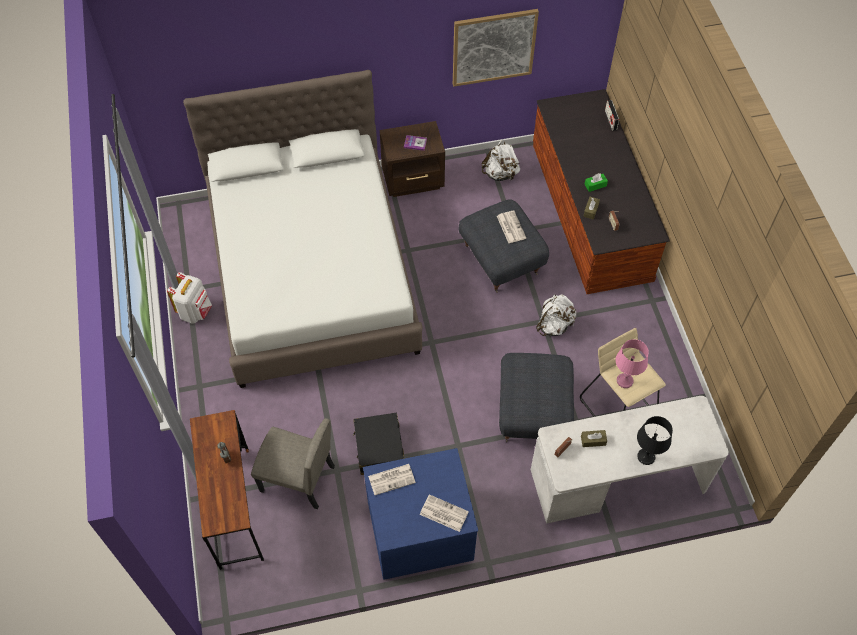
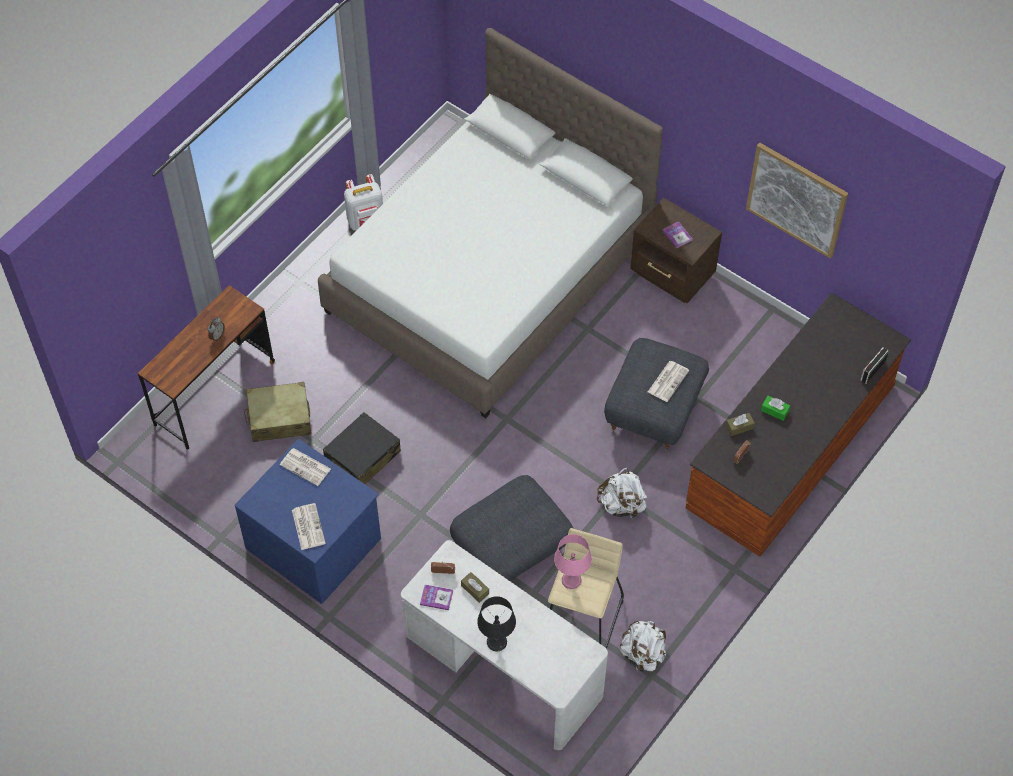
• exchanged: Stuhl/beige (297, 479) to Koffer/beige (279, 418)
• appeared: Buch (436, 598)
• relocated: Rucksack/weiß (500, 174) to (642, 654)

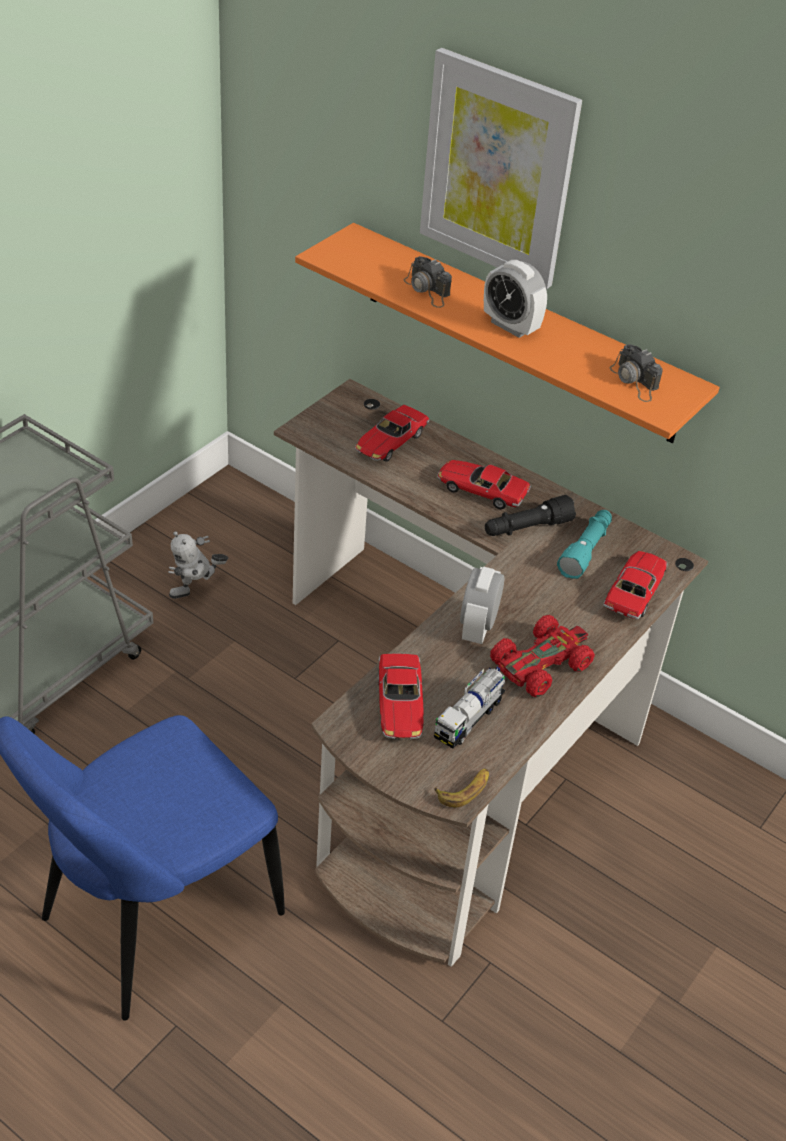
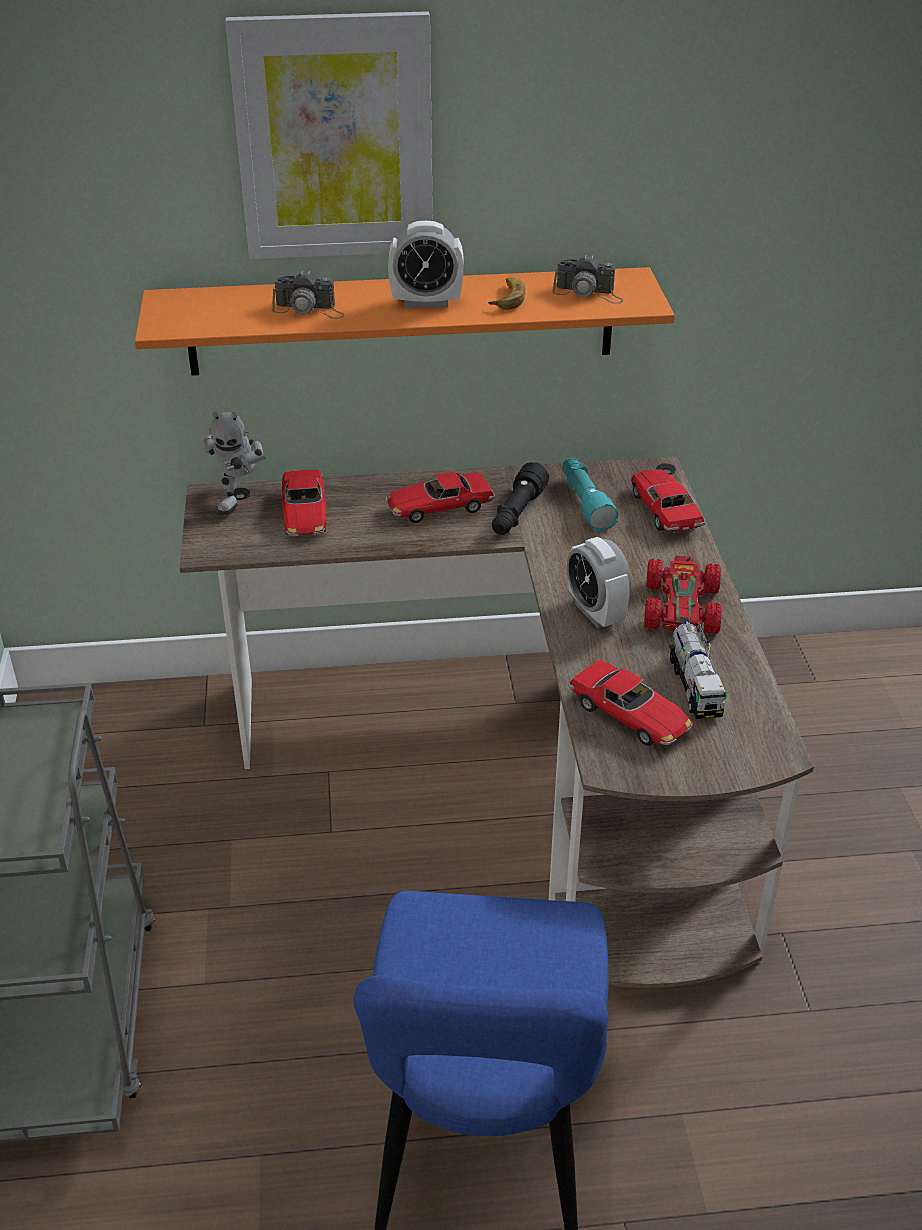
• relocated: Spielzeugroboter (196, 592) to (241, 499)
• relocated: Banane (464, 790) to (508, 298)

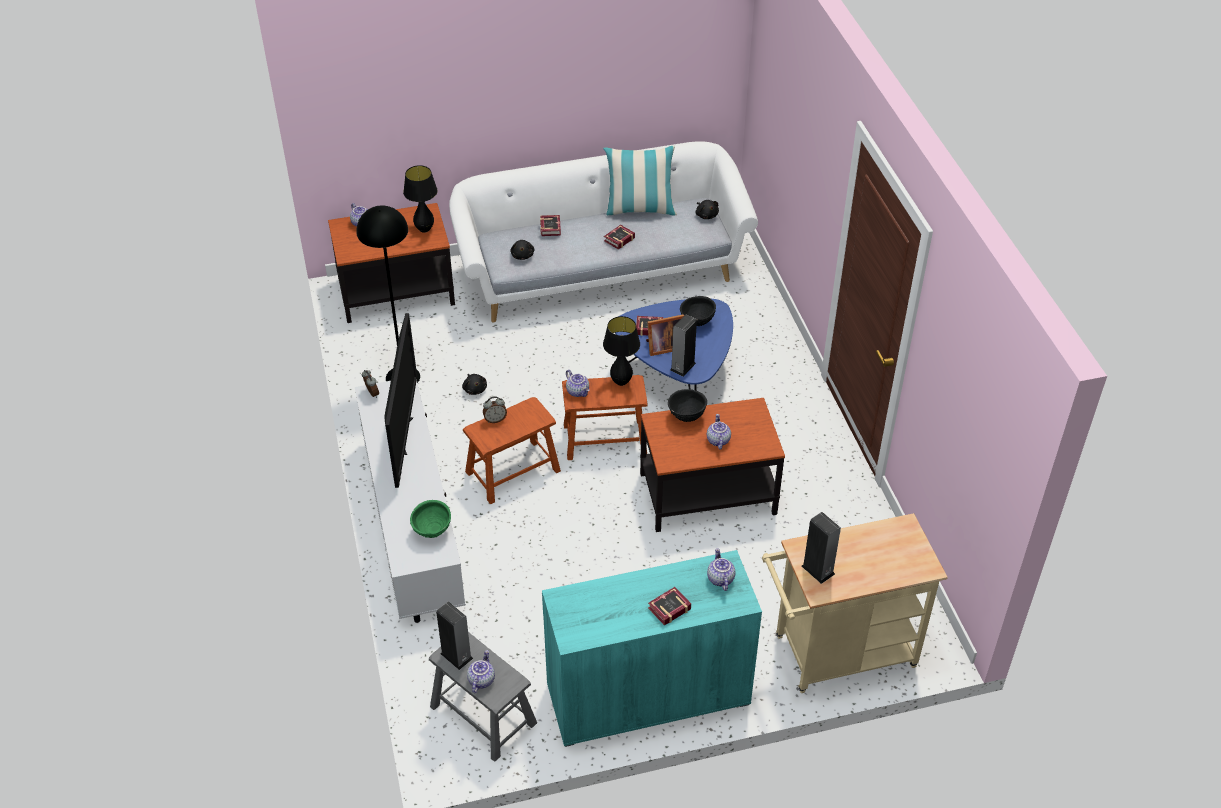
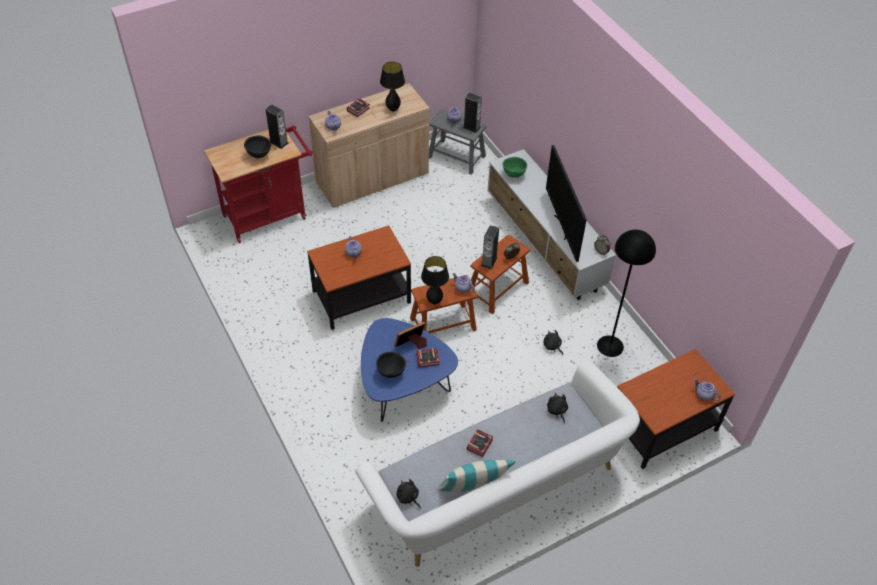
• colour: Rollwagen/beige (836, 654) to Rollwagen/rot (269, 215)
• relocated: Schüssel/schwarz (686, 417) to (259, 155)
• colour: Schrank/türkis (648, 694) to Schrank/beige (372, 179)
• relocated: Tischlampe/schwarz (424, 229) to (393, 109)
• relocated: Lautsprecher (682, 366) to (489, 261)
• missing: Buch (551, 227)

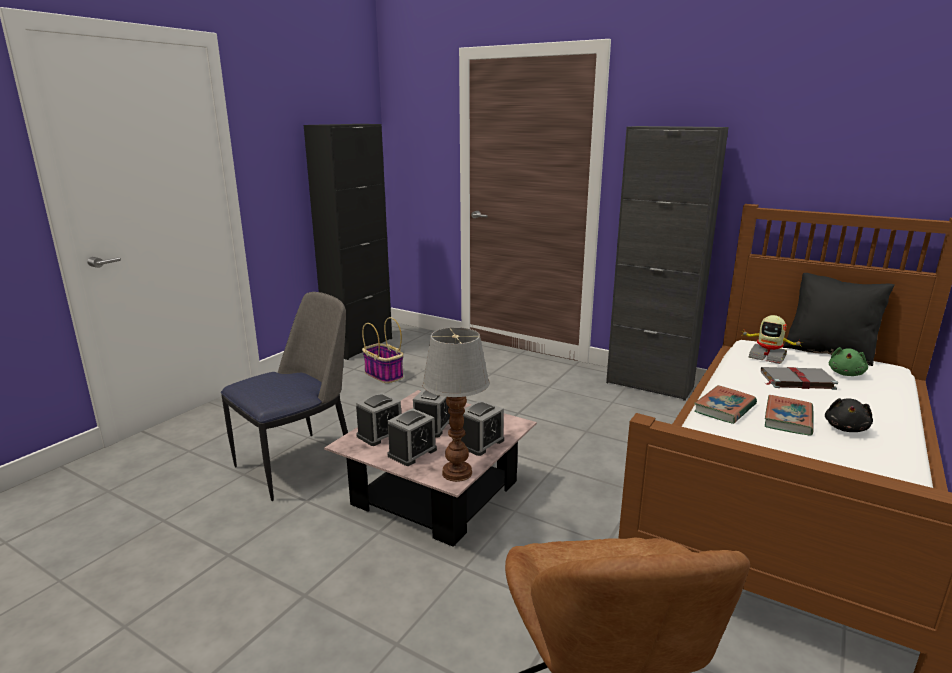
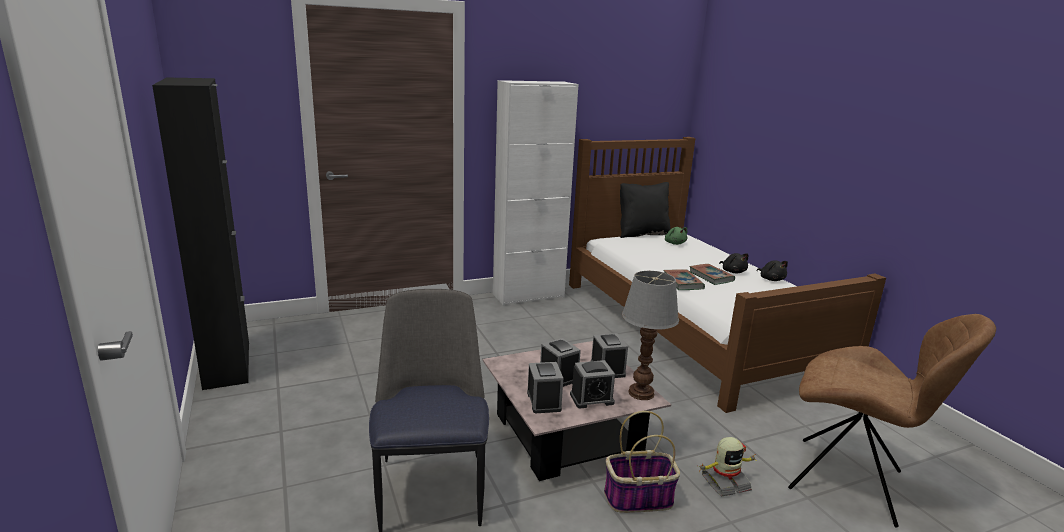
• colour: Schrank/schwarz (649, 385) to Schrank/weiß (528, 295)
• spun: Wecker (412, 452) = (591, 399) 90 degrees clockwise
• relocated: Korb (383, 374) to (637, 499)
• relocated: Spielzeugroboter (767, 357) to (724, 482)
• appeared: Plüschtier/schwarz (771, 279)
• missing: Buch/grau (796, 380)

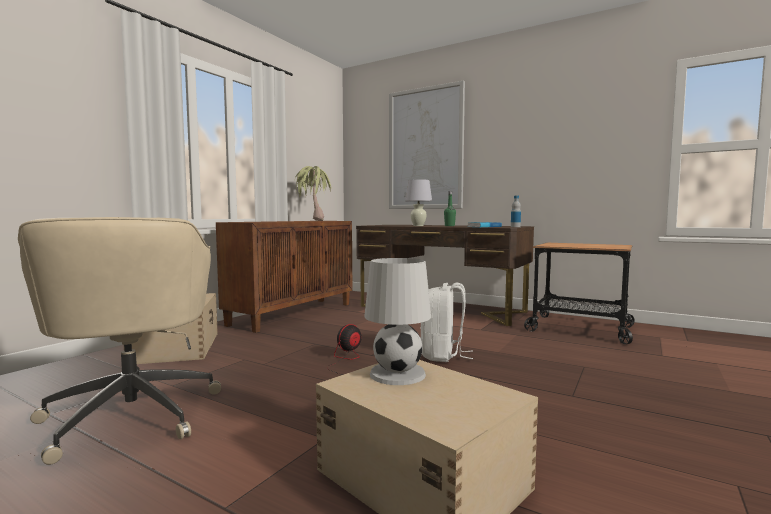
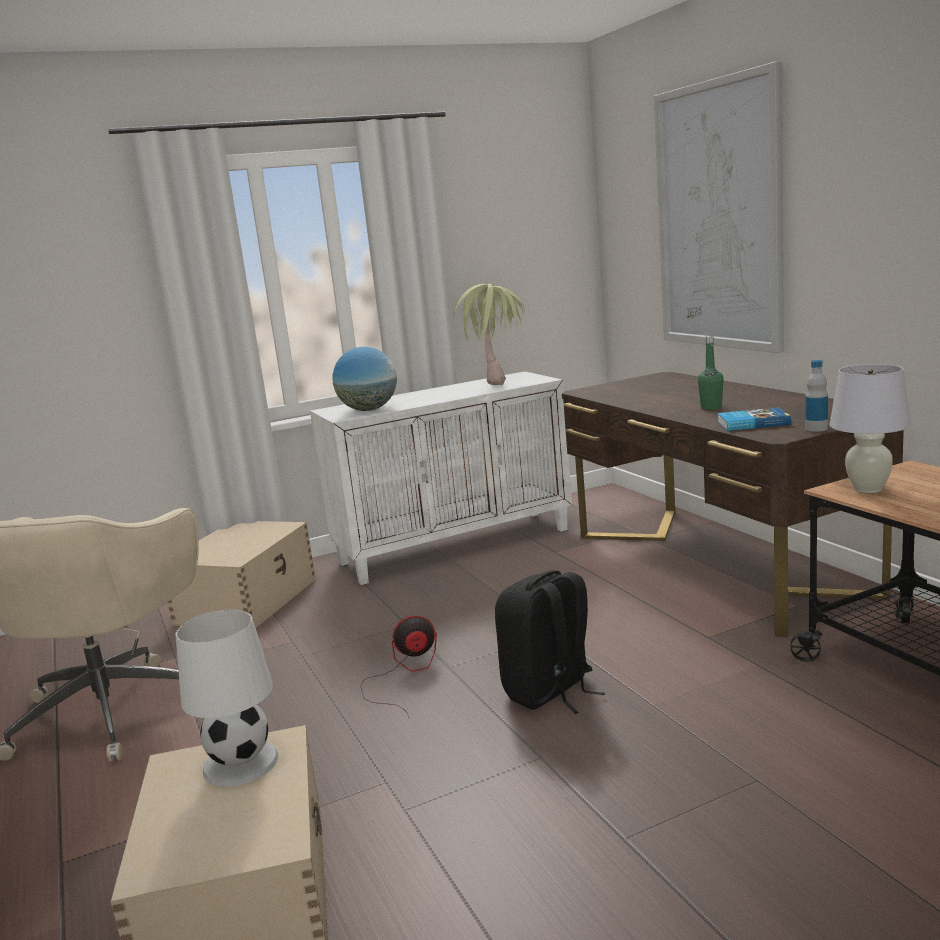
• colour: Schrank/braun (293, 314) to Schrank/weiß (455, 545)
• appeared: Globus (369, 410)
• colour: Rucksack/weiß (442, 355) to Rucksack/schwarz (550, 692)
• relocated: Tischlampe/weiß (418, 226) to (867, 489)

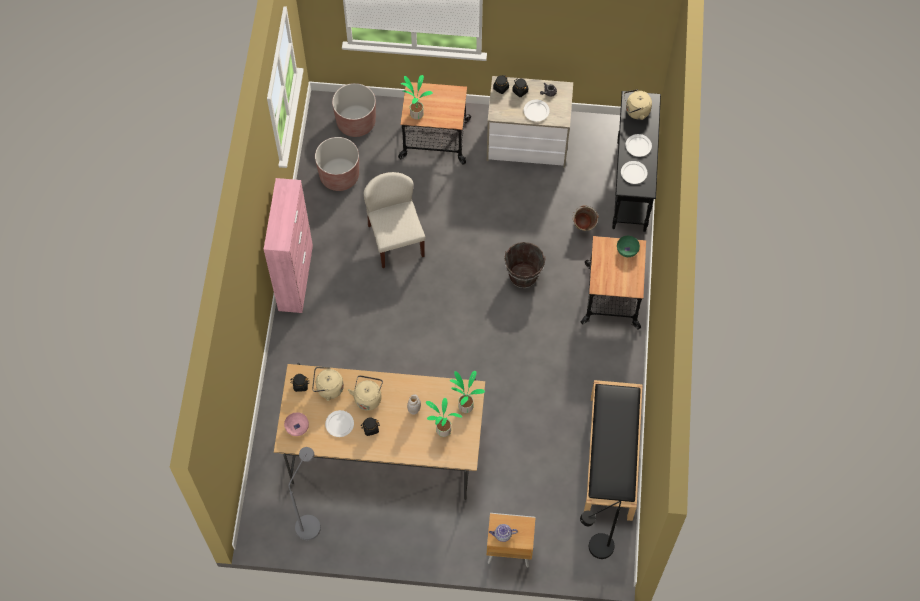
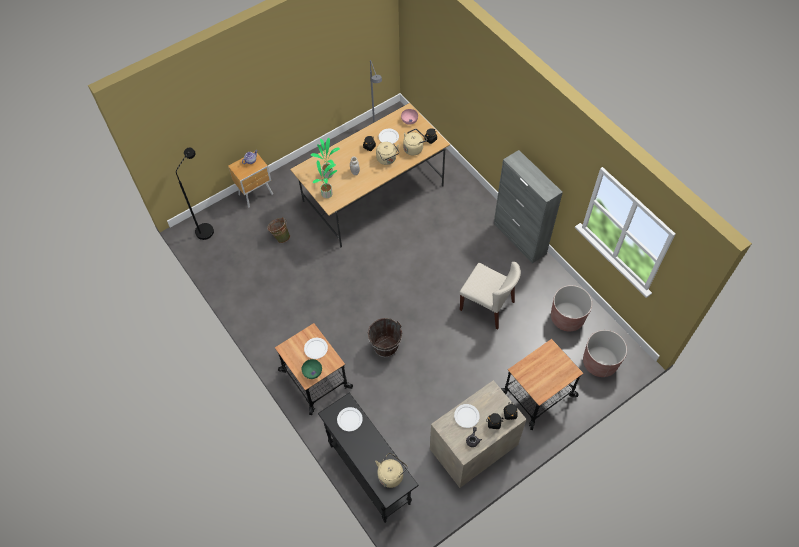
• relocated: Eimer/grün (583, 228) to (280, 237)
• relocated: Teller/weiß (638, 146) to (315, 349)
• colour: Schrank/rosa (296, 277) to Schrank/grau (519, 238)
• missing: Topfpflanze (416, 113)
• missing: Bank/schwarz (611, 458)

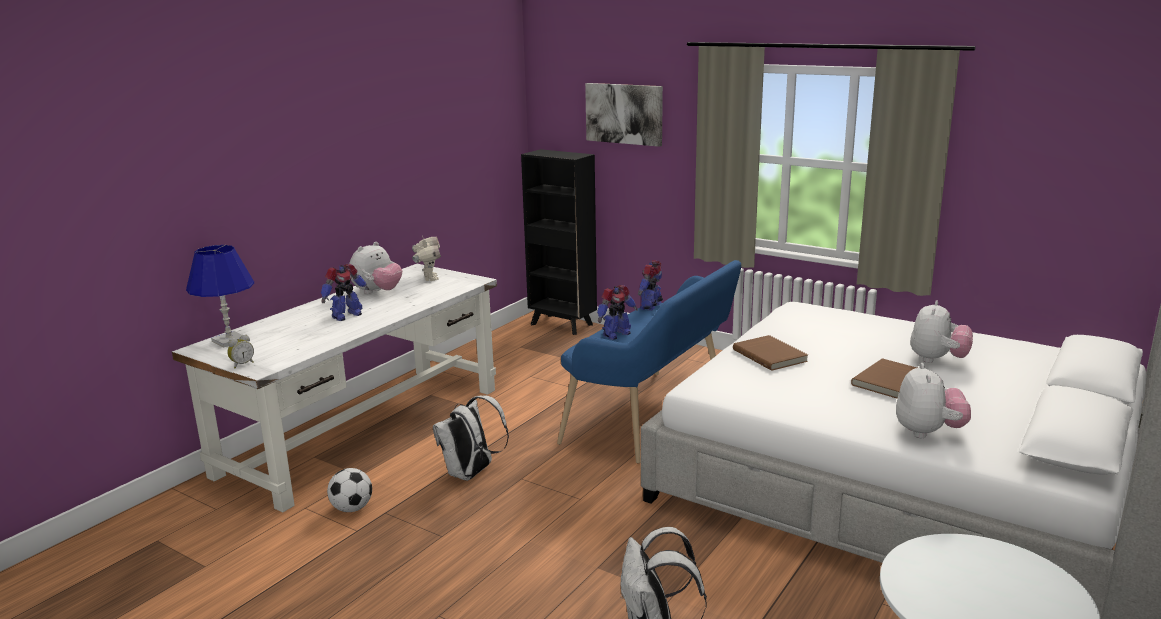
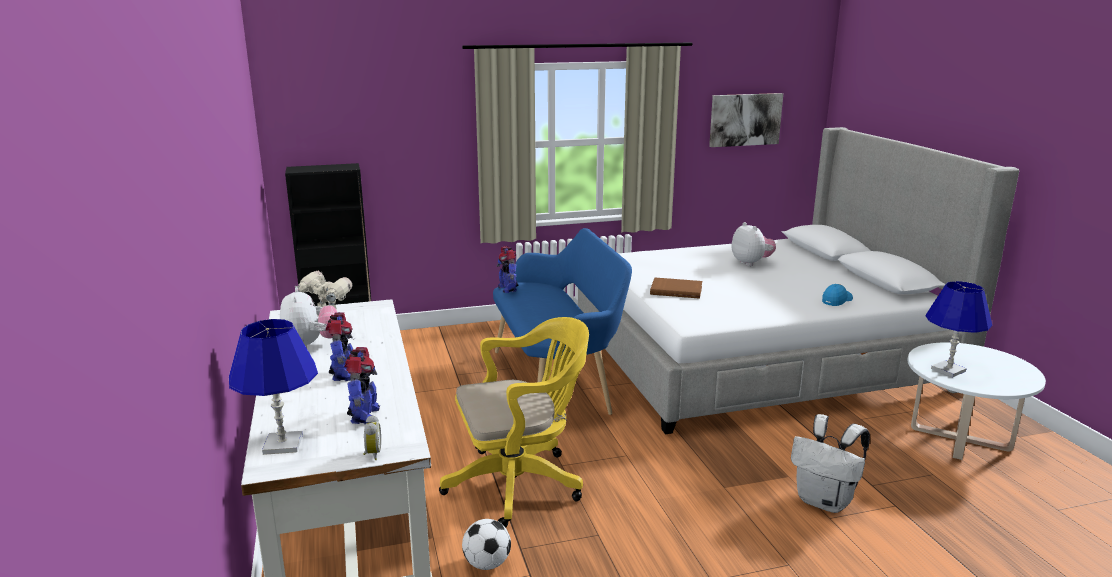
• relocated: Spielzeugroboter (615, 334) to (364, 415)
• exchanged: Rucksack/weiß (471, 474) to Bürostuhl/gelb (520, 483)
• relocated: Bild (624, 113) to (745, 119)
• exchanged: Plüschtier (928, 432) to Kappe/blau (836, 300)
• appeared: Tischlampe/blau (948, 370)
• missing: Buch/braun (890, 381)

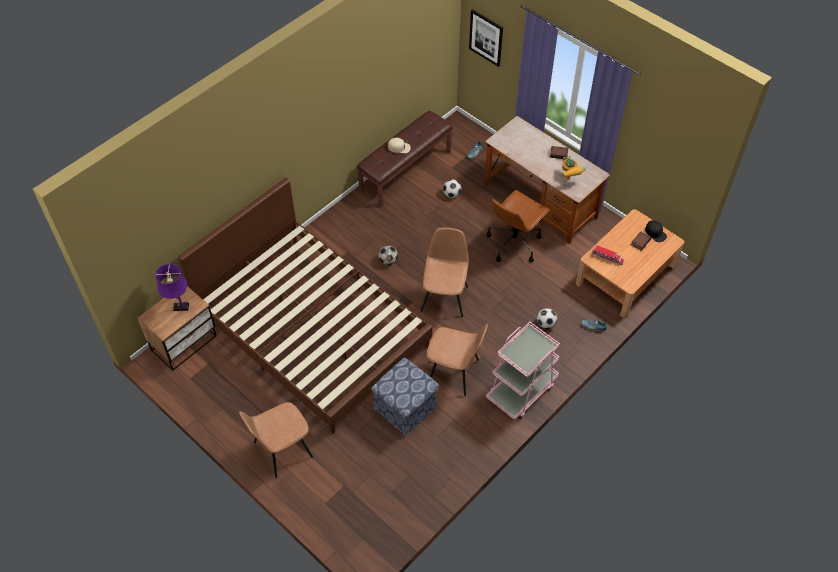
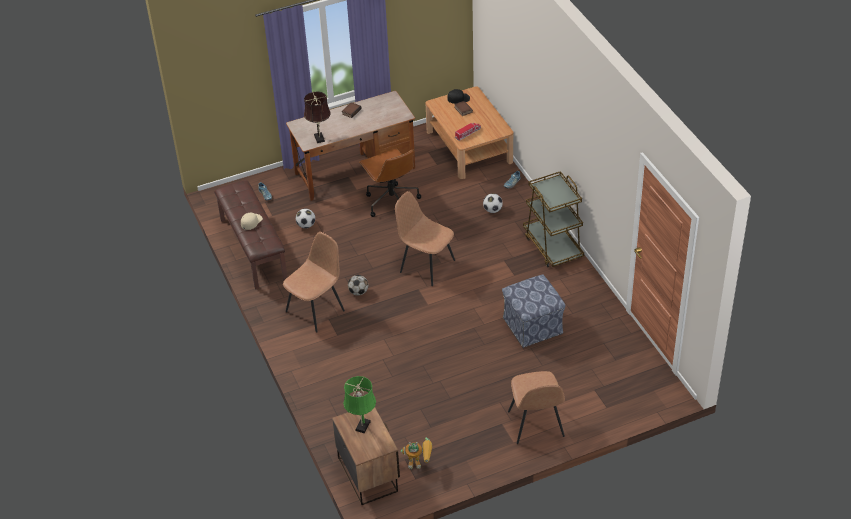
• relocated: Stuhl/braun (455, 372) to (316, 310)
• appeared: Tischlampe/braun (319, 139)
• colour: Tischlampe/lila (179, 307) to Tischlampe/grün (362, 427)
• relocated: Spielzeugroboter (569, 180) to (419, 463)
• colour: Rollwagen/rosa (521, 390) to Rollwagen/braun (553, 246)
• missing: Bett/braun (312, 329)
• missing: Bild (486, 37)

